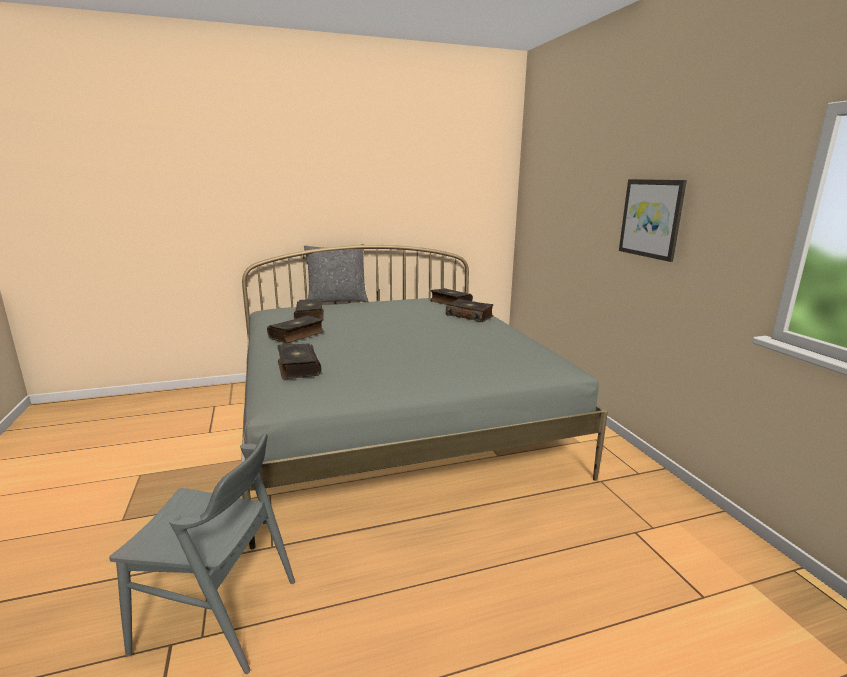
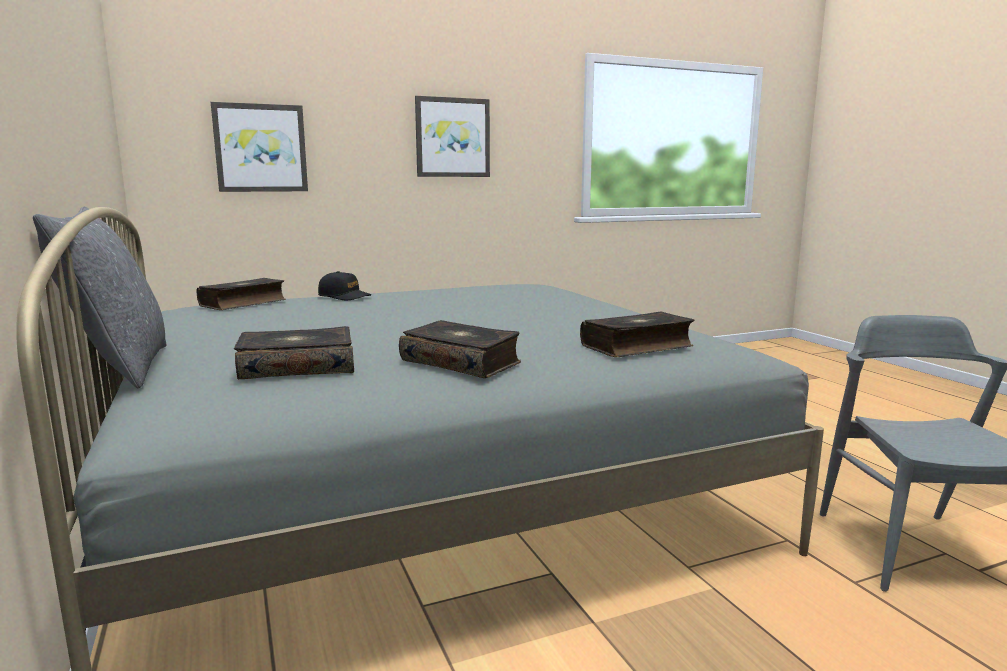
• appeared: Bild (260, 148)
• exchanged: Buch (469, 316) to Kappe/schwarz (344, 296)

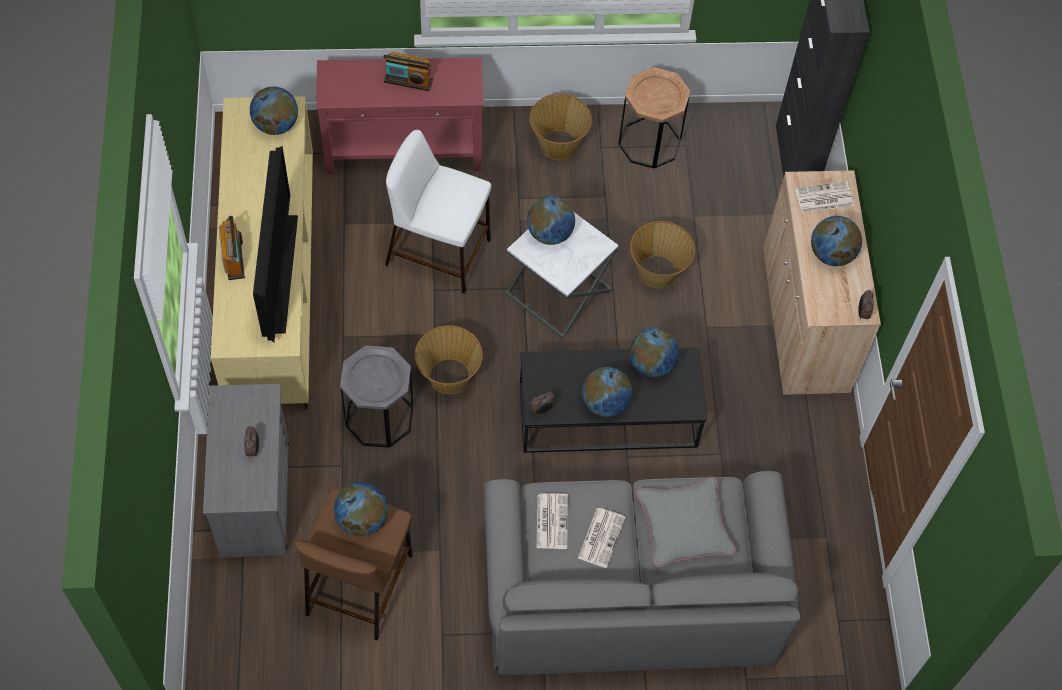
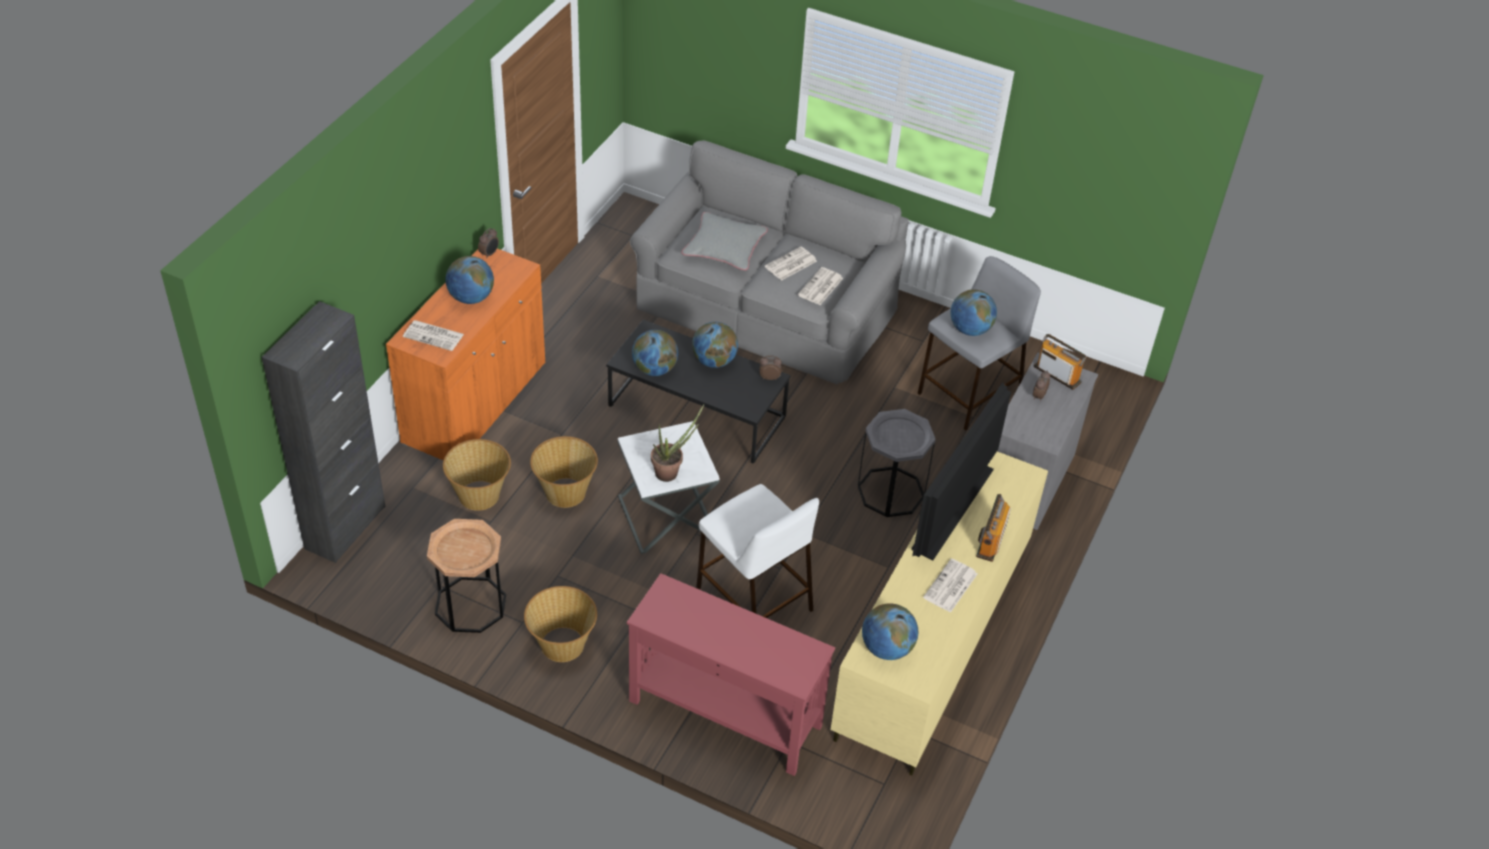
• colour: Schrank/beige (804, 320) to Schrank/orange (475, 403)
• relocated: Korb (449, 377) to (480, 495)
• exchanged: Globus (550, 233) to Topfpflanze (671, 472)
• colour: Hocker/braun (359, 583) to Hocker/grau (969, 394)
• appeared: Zeitung (950, 586)
• relocated: Radio (408, 81) to (1057, 374)

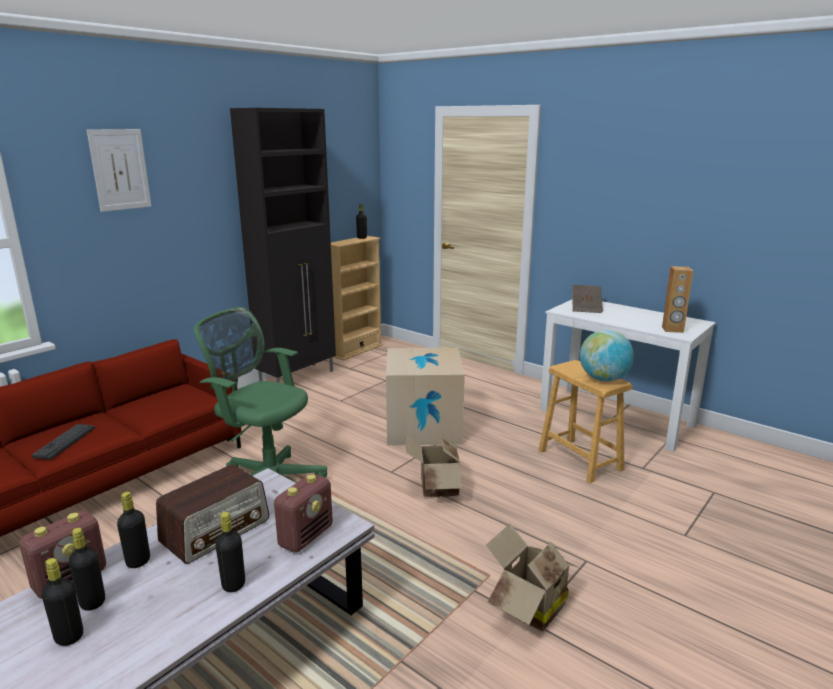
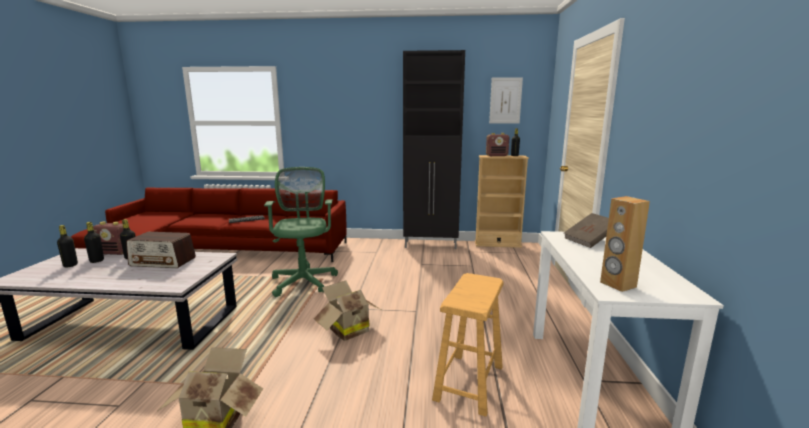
• relocated: Radio (306, 536) to (497, 155)
• relocated: Bild (120, 169) to (505, 100)
• missing: Flasche/schwarz (233, 584)
• missing: Karton (423, 427)
• missing: Globus (603, 379)

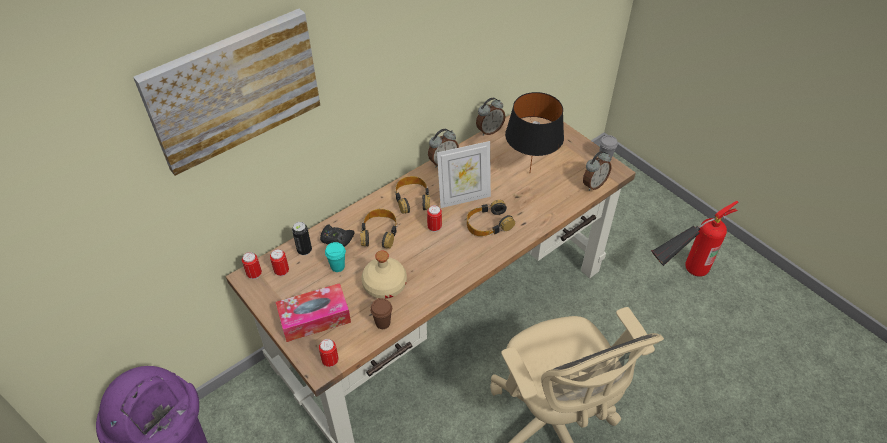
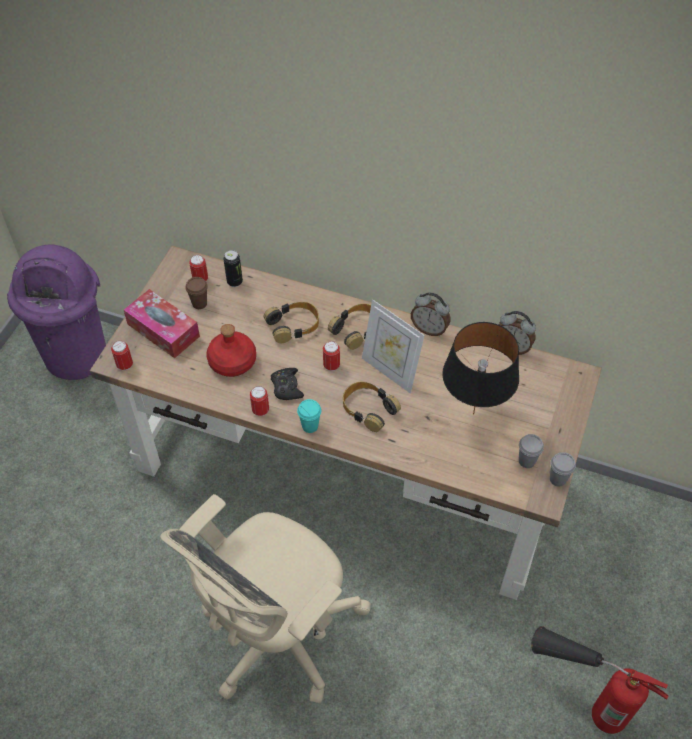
• relocated: Tasse/braun (382, 323) to (199, 303)
• colour: Flasche/beige (385, 285) to Flasche/rot (232, 362)
• relocated: Dose (254, 274) to (260, 410)
• relocated: Gamepad/schwarz (336, 239) to (287, 387)
• relocated: Tasse/türkis (337, 266) to (310, 426)
• appeared: Tasse/grau (526, 461)
• missing: Bild (233, 89)
• missing: Wecker (593, 184)

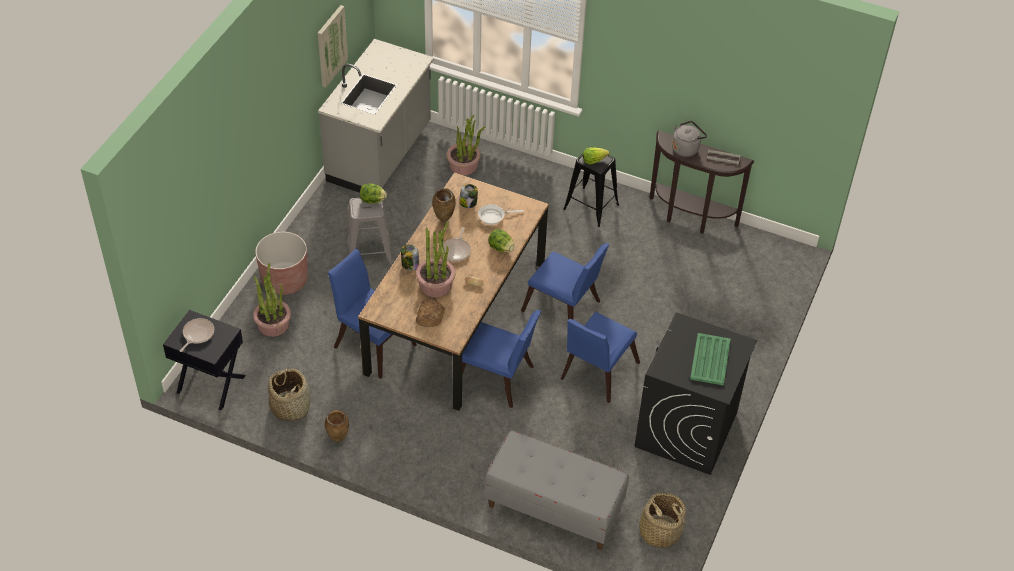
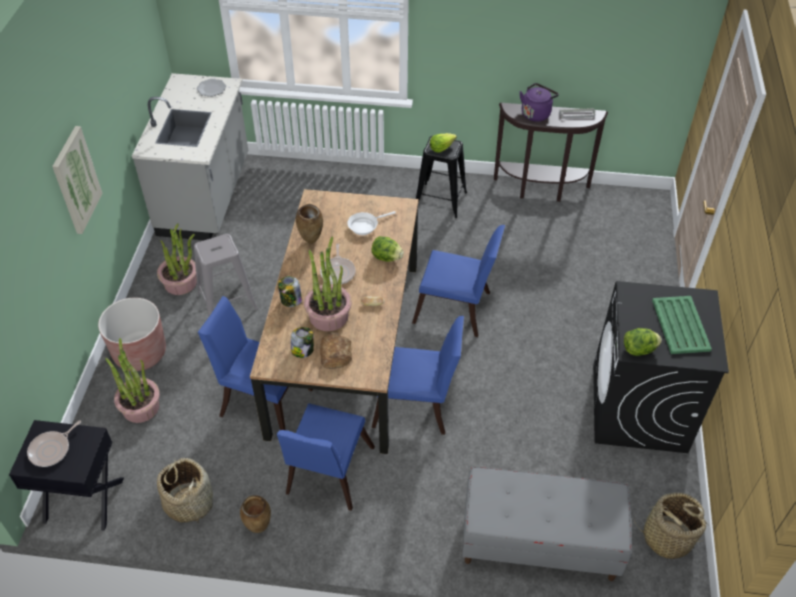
• spun: Pfanne (197, 334) = (52, 449) 150 degrees counterclockwise
• relocated: Bild (331, 46) to (76, 180)
• relocated: Topfpflanze (463, 165) to (181, 282)
• appeared: Teller (211, 88)
• relocated: Stuhl/blau (596, 373) to (327, 475)
• relocated: Vorratsglas (468, 202) to (303, 350)
• colour: Wasserkessel/grau (686, 148) to Wasserkessel/lila (536, 113)
• relocated: Salatkopf (372, 200) to (638, 349)

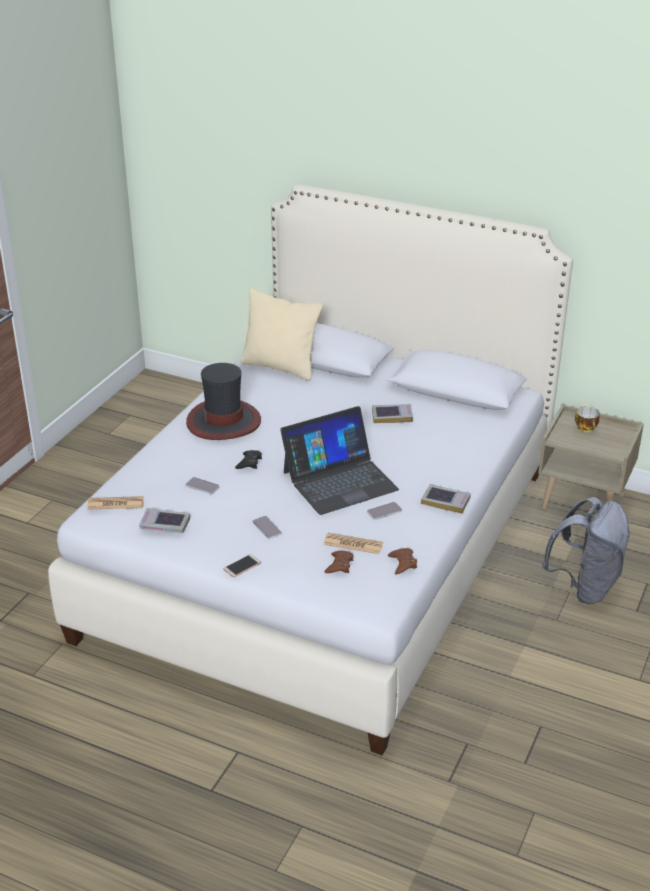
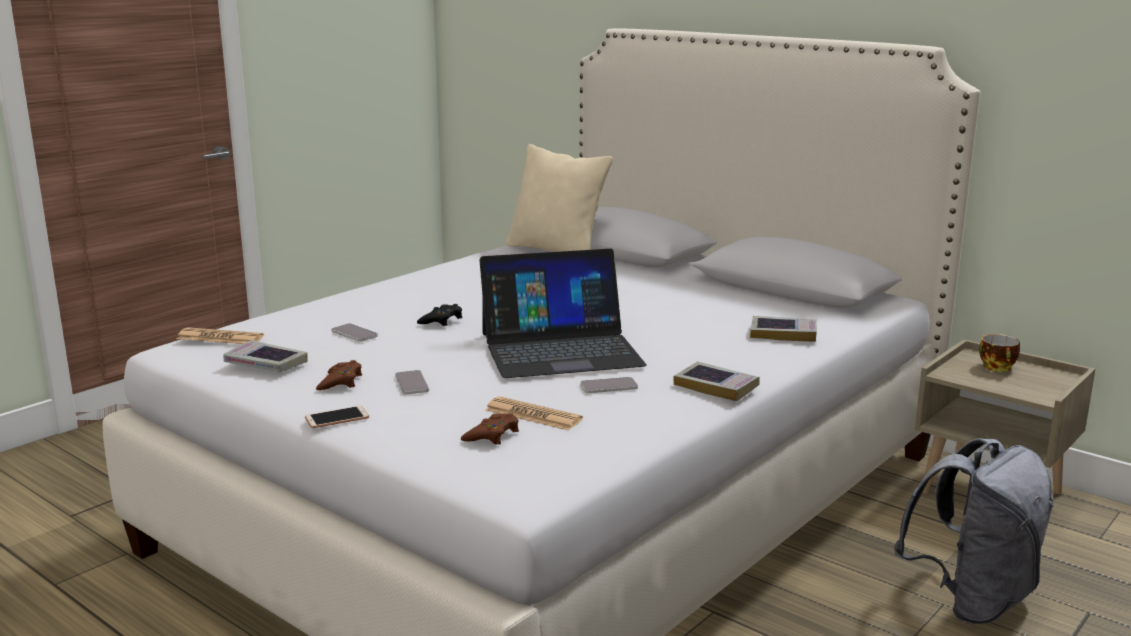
• relocated: Gamepad/braun (402, 563) to (340, 382)
• relocated: Buch (392, 416) to (783, 334)
• missing: Hut (224, 421)

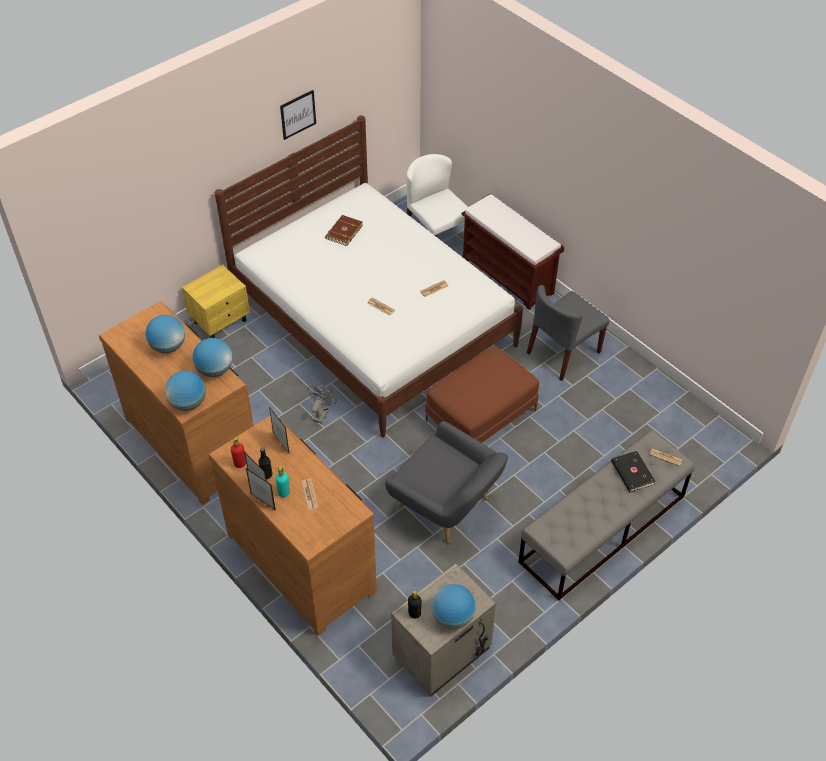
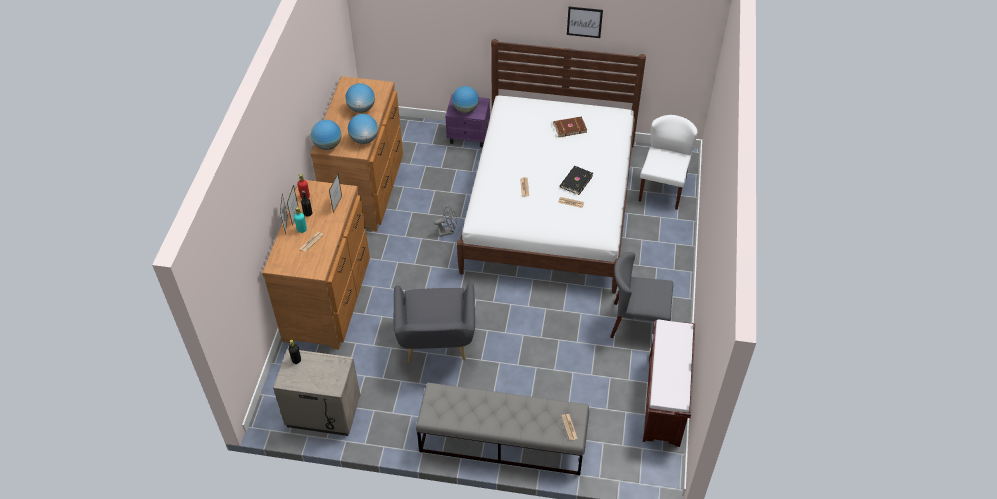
• colour: Nachttisch/gelb (221, 321) to Nachttisch/lila (469, 136)
• relocated: Globus (453, 617) to (465, 109)
• relocated: Buch/schwarz (631, 473) to (575, 181)
• relocated: Bank/braun (508, 276) to (664, 402)
• missing: Polsterhocker/braun (480, 414)

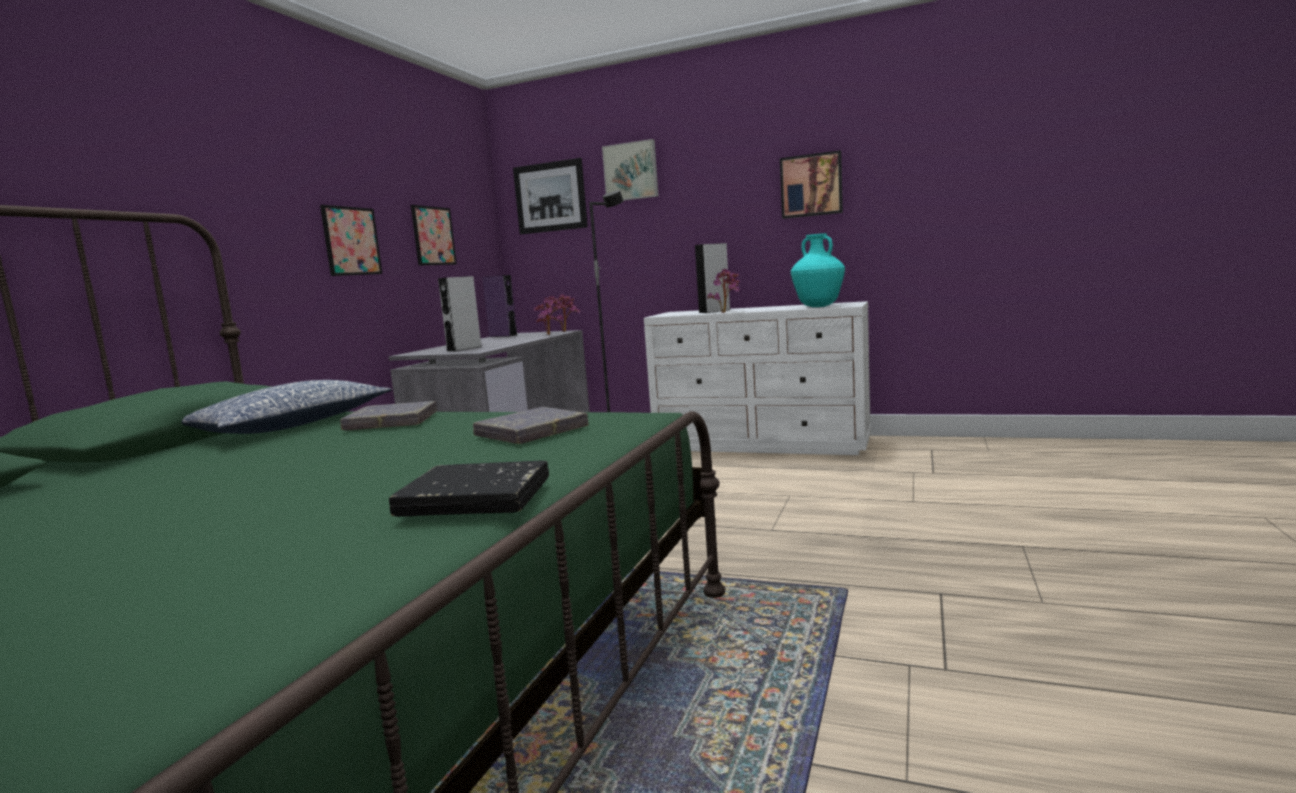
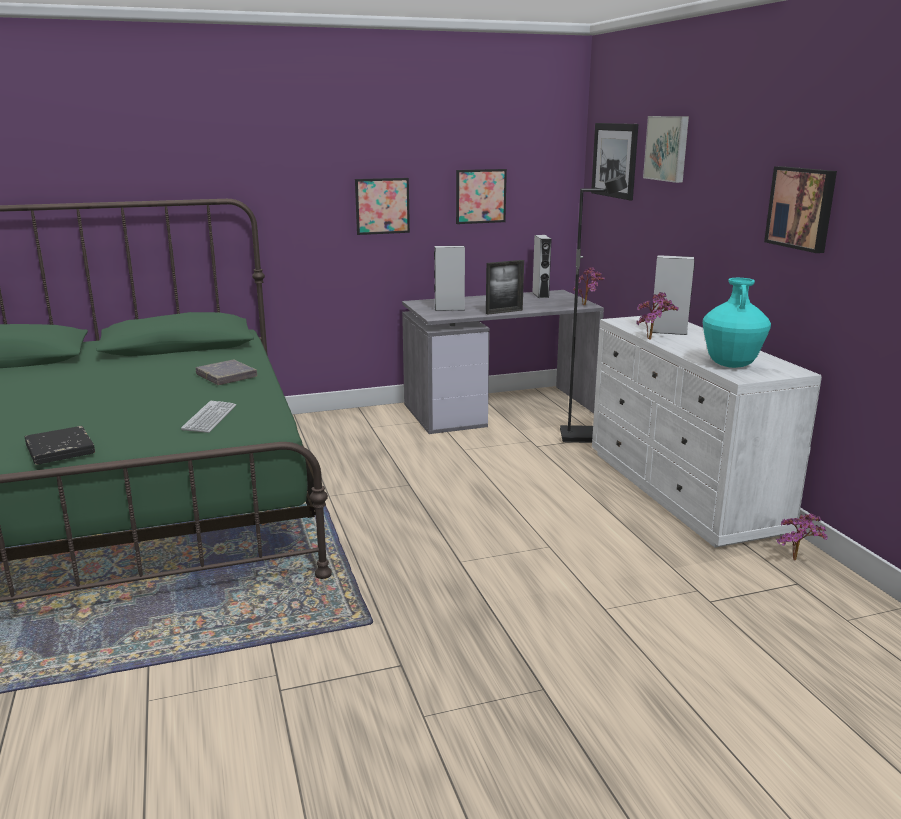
• exchanged: Buch/grau (531, 432) to Tastatur (210, 418)
• appeared: Bilderrahmen (504, 312)
• colour: Lautsprecher/lila (503, 336) to Lautsprecher/grau (540, 295)
• relocated: Topfpflanze (551, 334) to (797, 561)
• missing: Kissen (292, 425)

